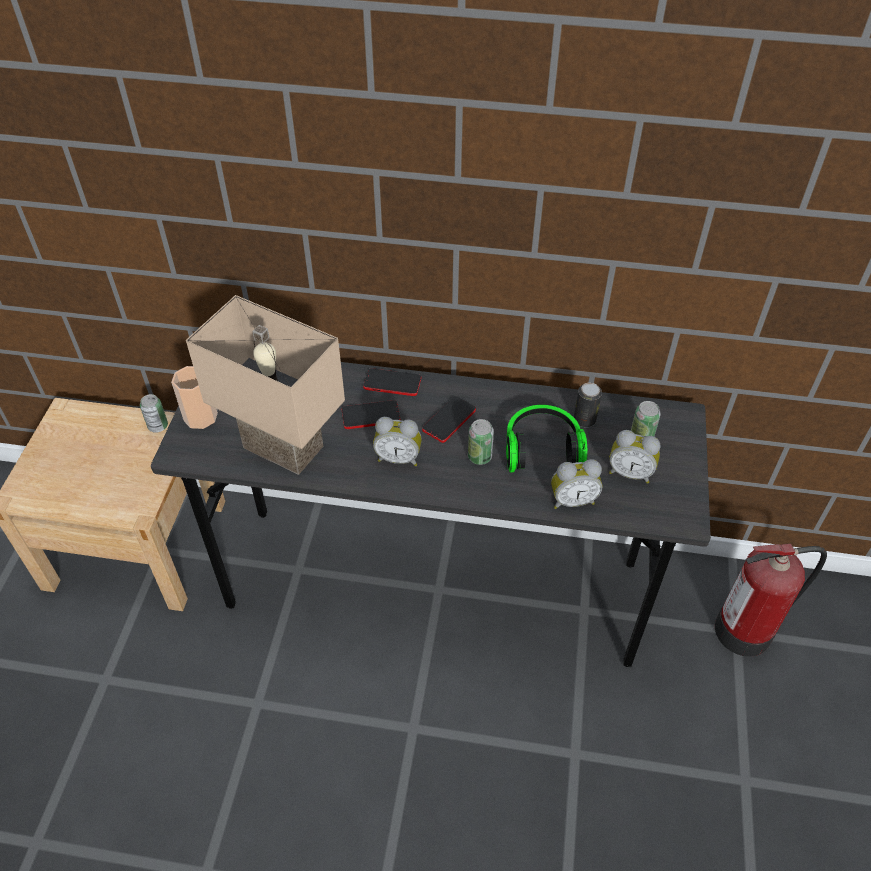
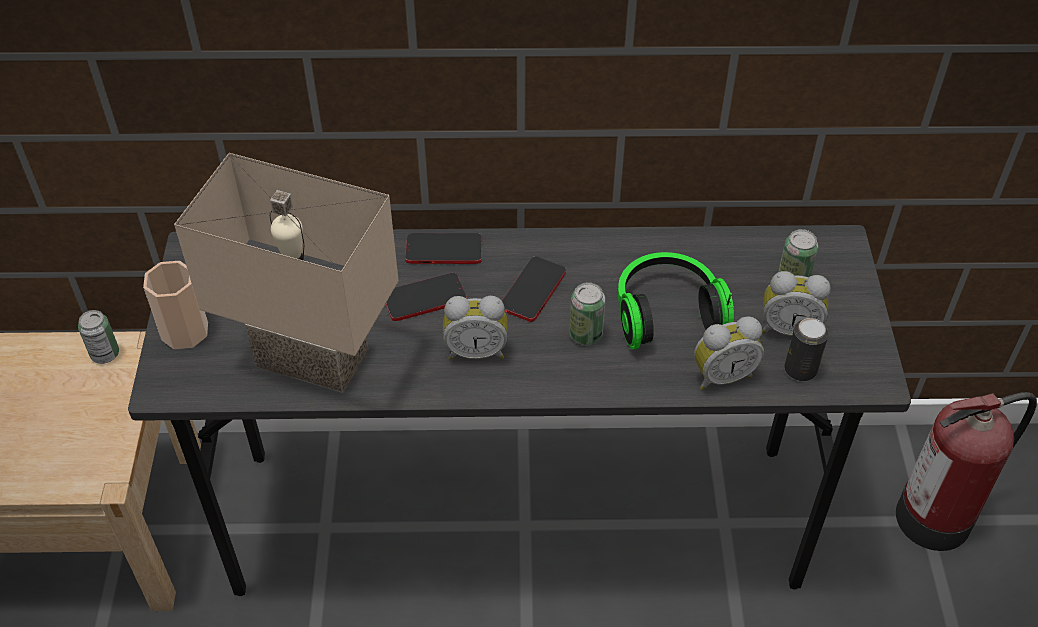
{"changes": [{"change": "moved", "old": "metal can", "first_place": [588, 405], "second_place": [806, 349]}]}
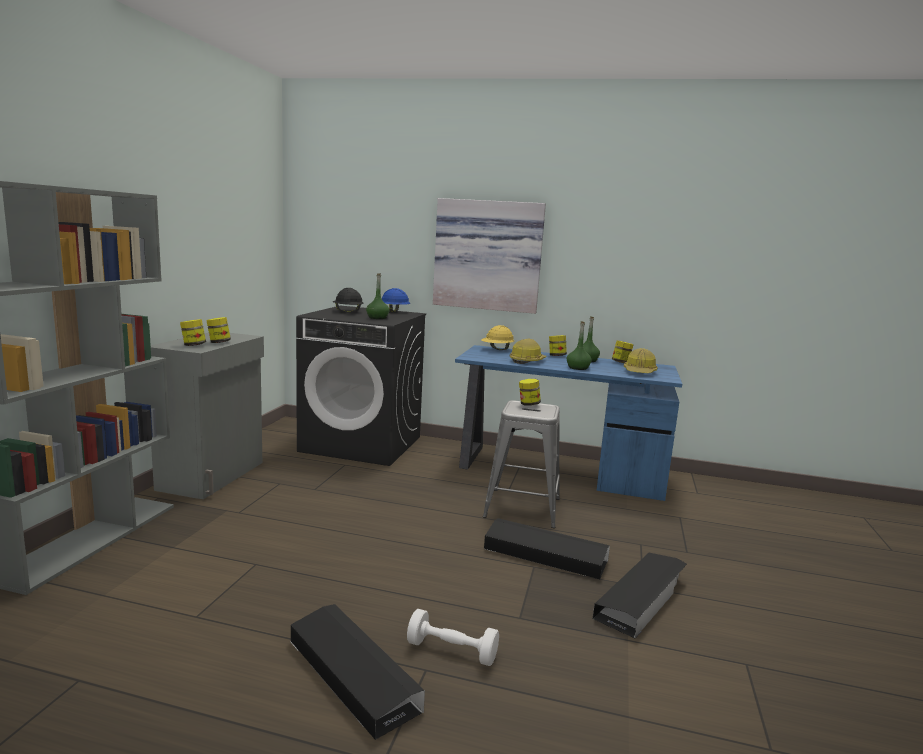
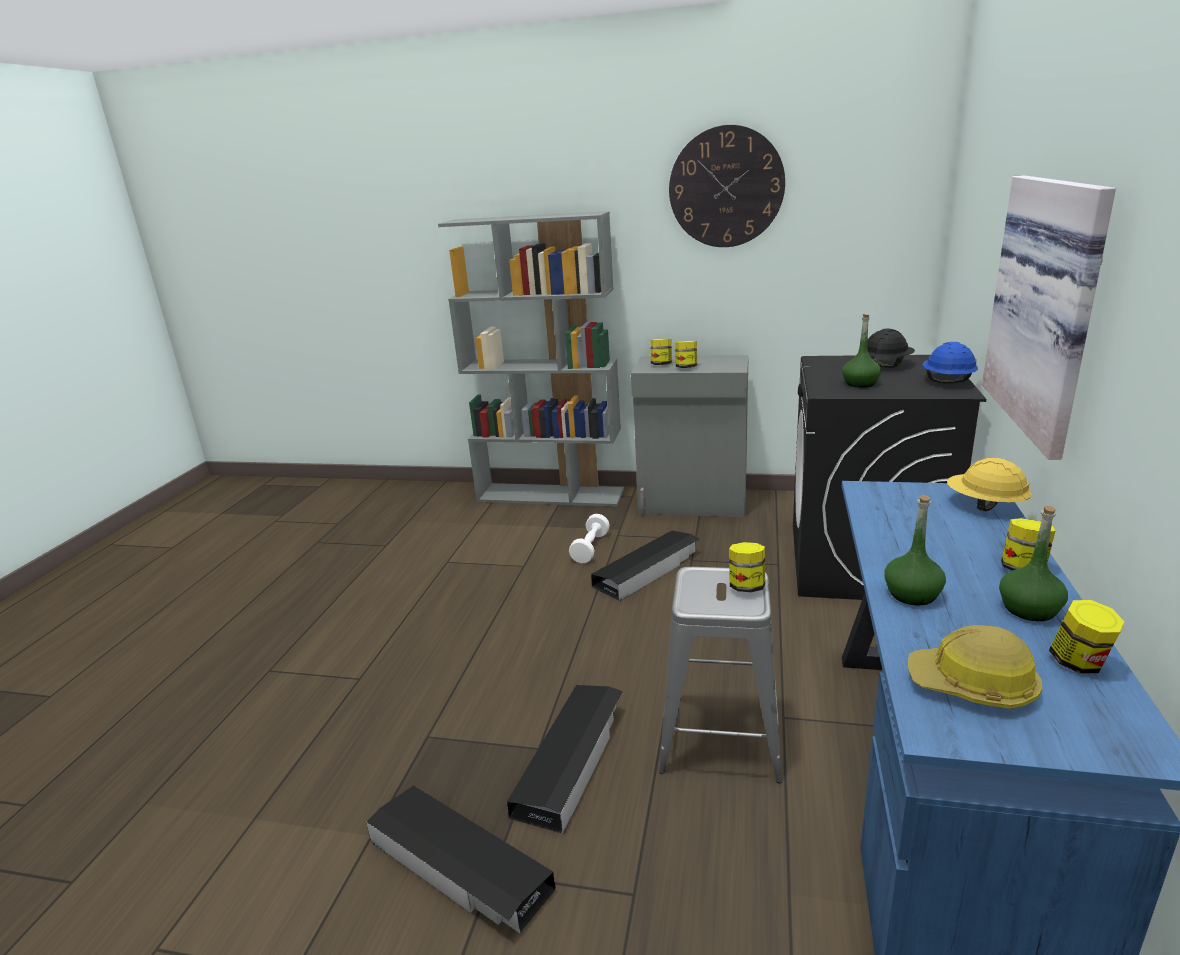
{"changes": [{"change": "removed", "old": "work helmet", "first_place": [528, 351]}, {"change": "moved", "old": "black-coloured storage container", "first_place": [357, 672], "second_place": [645, 565]}, {"change": "moved", "old": "white hand weight", "first_place": [453, 637], "second_place": [589, 538]}, {"change": "added", "new": "hanging clock", "second_place": [727, 186]}]}
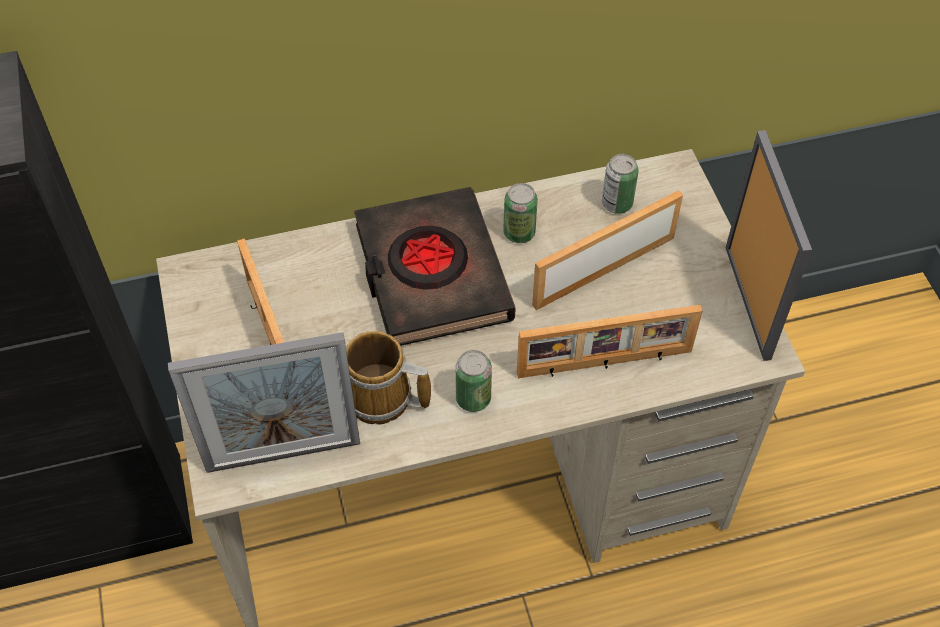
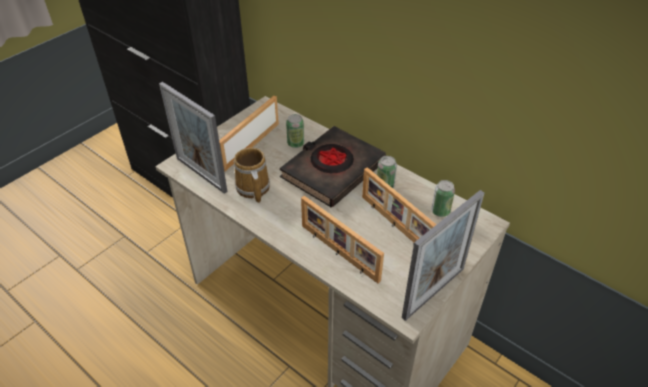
{"changes": [{"change": "turned", "old": "photo frame", "first_place": [607, 250], "second_place": [399, 206], "degrees": -150}, {"change": "moved", "old": "metal can", "first_place": [473, 381], "second_place": [295, 131]}]}
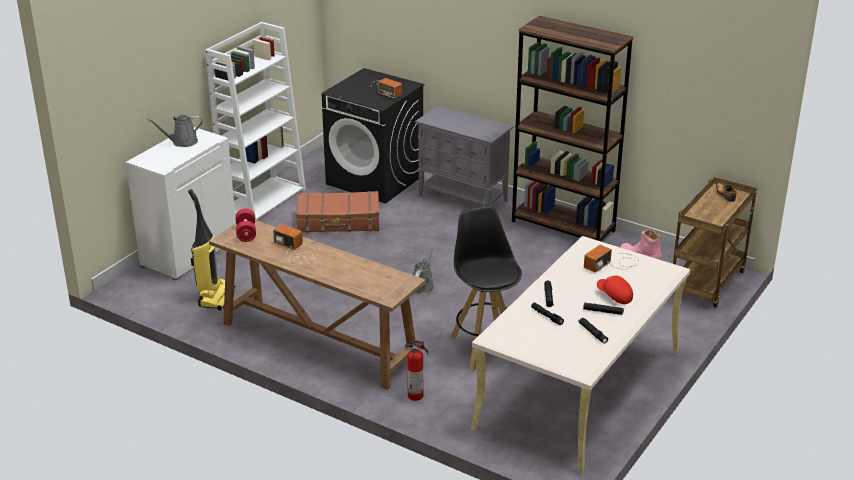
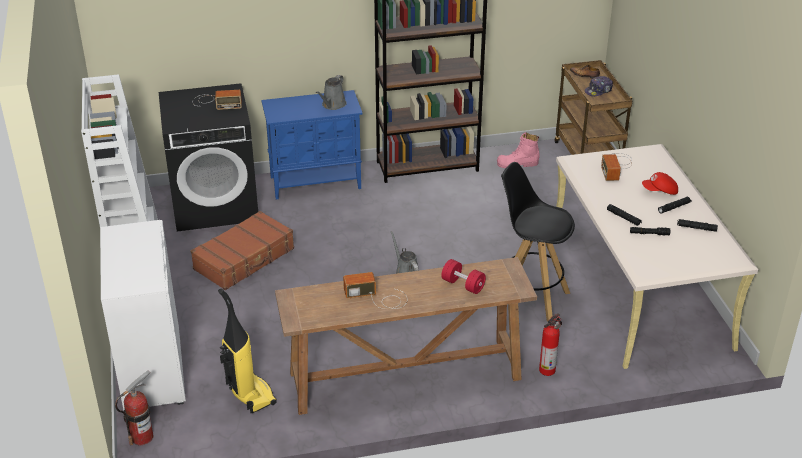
{"changes": [{"change": "recoloured", "old": "grey cupboard", "new": "blue-coloured cupboard", "first_place": [464, 155], "second_place": [312, 144]}, {"change": "moved", "old": "grey watering can", "first_place": [174, 131], "second_place": [331, 92]}, {"change": "moved", "old": "red-coloured hand weight", "first_place": [246, 225], "second_place": [463, 276]}, {"change": "added", "new": "cap", "second_place": [599, 86]}, {"change": "added", "new": "fire extinguisher", "second_place": [134, 407]}]}
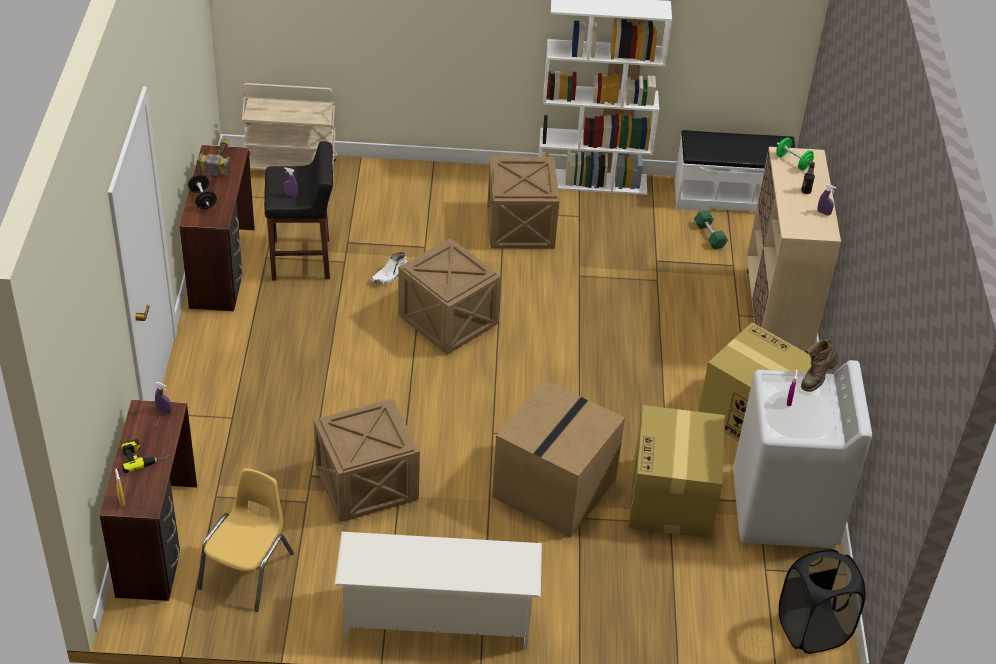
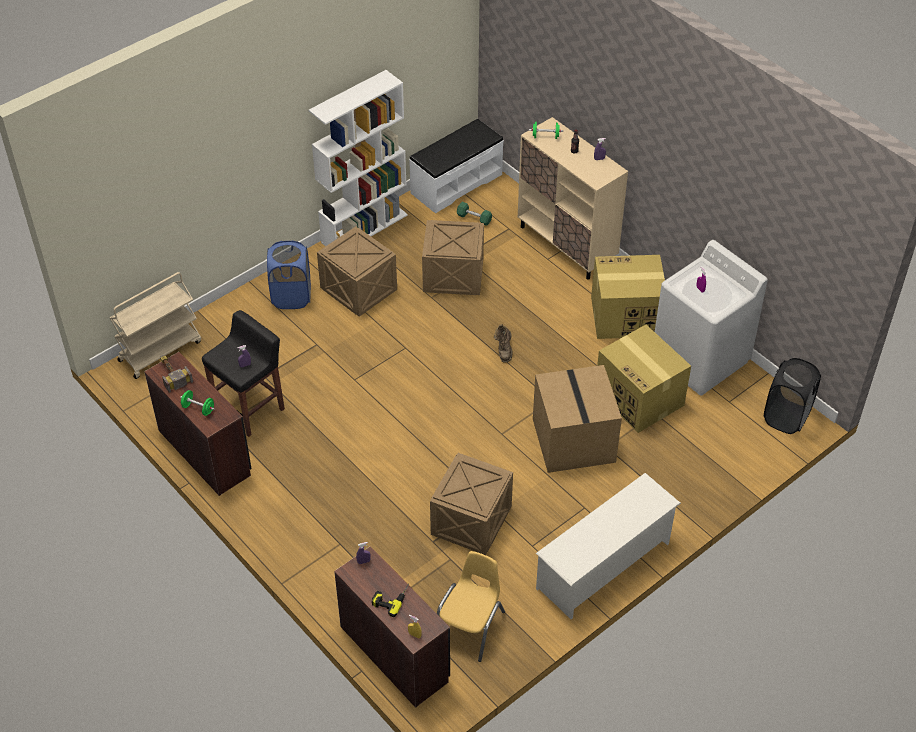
{"changes": [{"change": "recoloured", "old": "black-coloured hand weight", "new": "green hand weight", "first_place": [202, 191], "second_place": [197, 403]}, {"change": "moved", "old": "shipping crate", "first_place": [449, 296], "second_place": [453, 257]}, {"change": "removed", "old": "white boot", "first_place": [389, 268]}, {"change": "moved", "old": "brown boot", "first_place": [820, 365], "second_place": [503, 343]}, {"change": "turned", "old": "yellow upright chair", "first_place": [246, 540], "second_place": [471, 606], "degrees": 45}, {"change": "added", "new": "blue-coloured hamper", "second_place": [289, 274]}]}
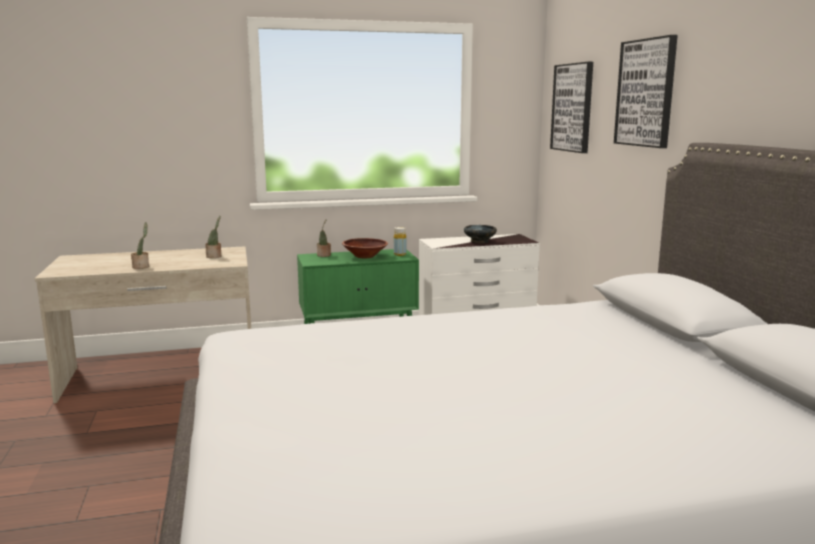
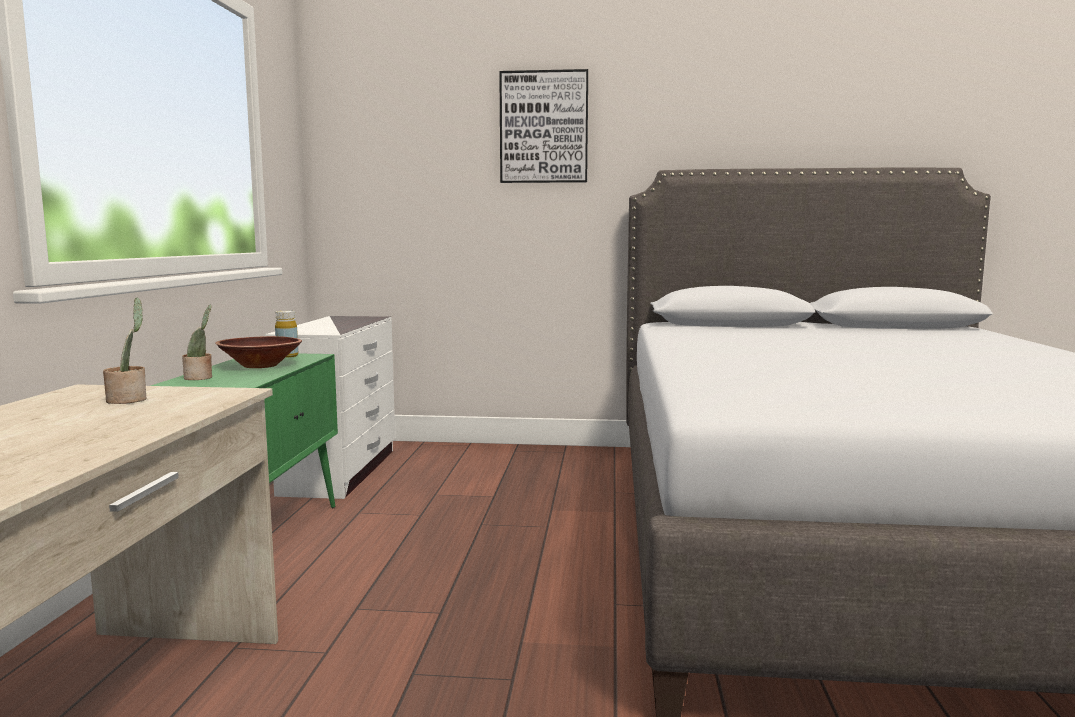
{"changes": [{"change": "removed", "old": "wall art", "first_place": [571, 107]}, {"change": "removed", "old": "houseplant", "first_place": [140, 245]}, {"change": "removed", "old": "black-coloured bowl", "first_place": [480, 234]}]}
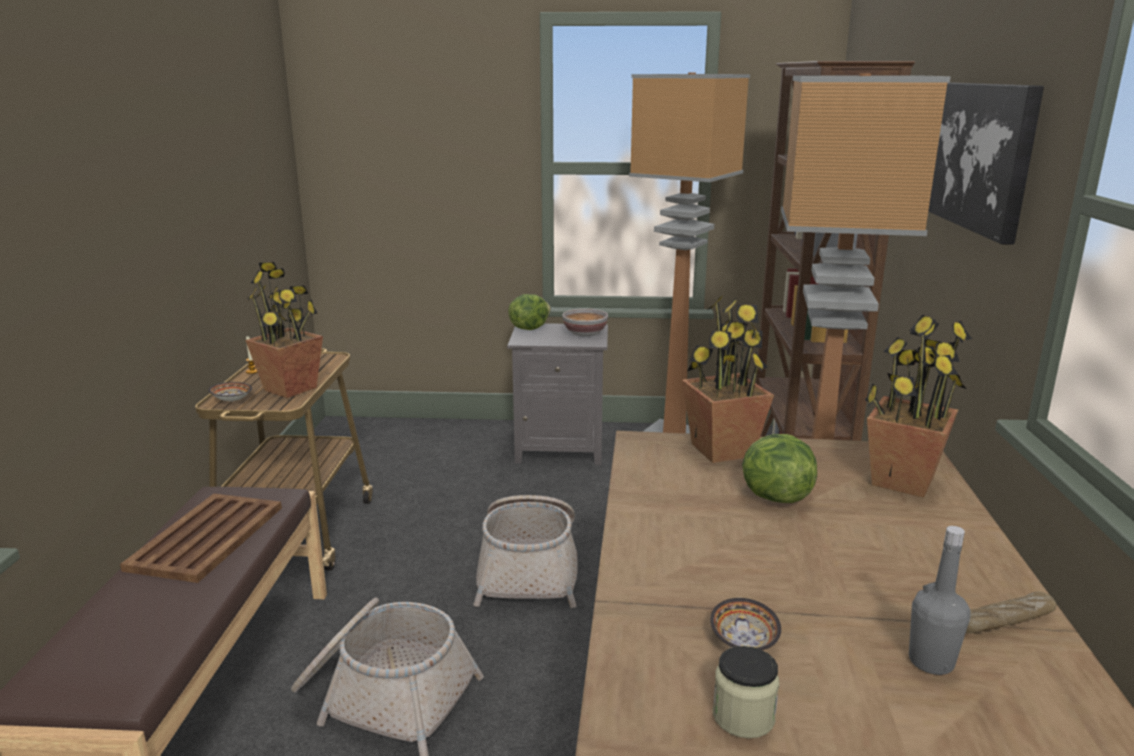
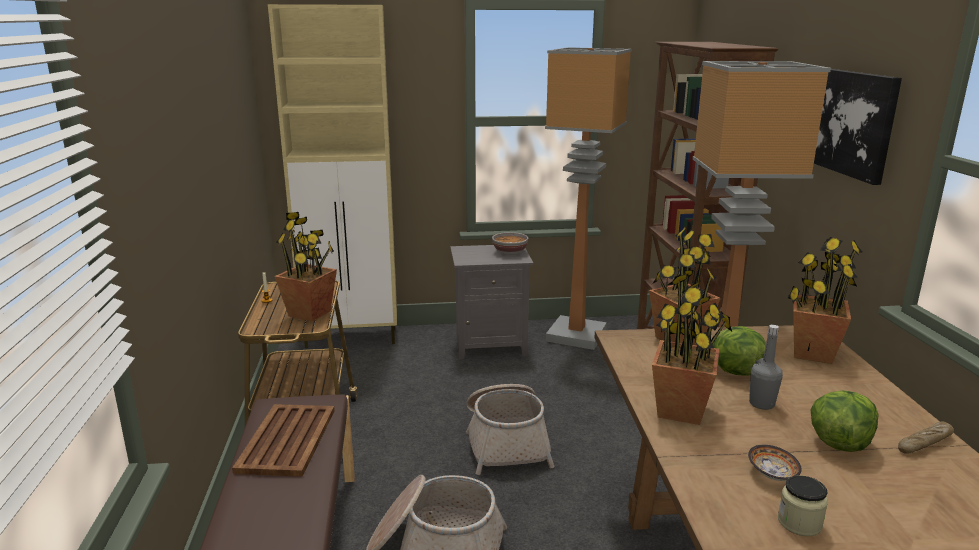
{"changes": [{"change": "moved", "old": "head of lettuce", "first_place": [529, 312], "second_place": [844, 421]}, {"change": "removed", "old": "bowl", "first_place": [230, 392]}, {"change": "moved", "old": "grey beverage bottle", "first_place": [939, 600], "second_place": [766, 367]}, {"change": "added", "new": "beige-coloured cupboard", "second_place": [332, 176]}, {"change": "added", "new": "houseplant", "second_place": [692, 349]}]}
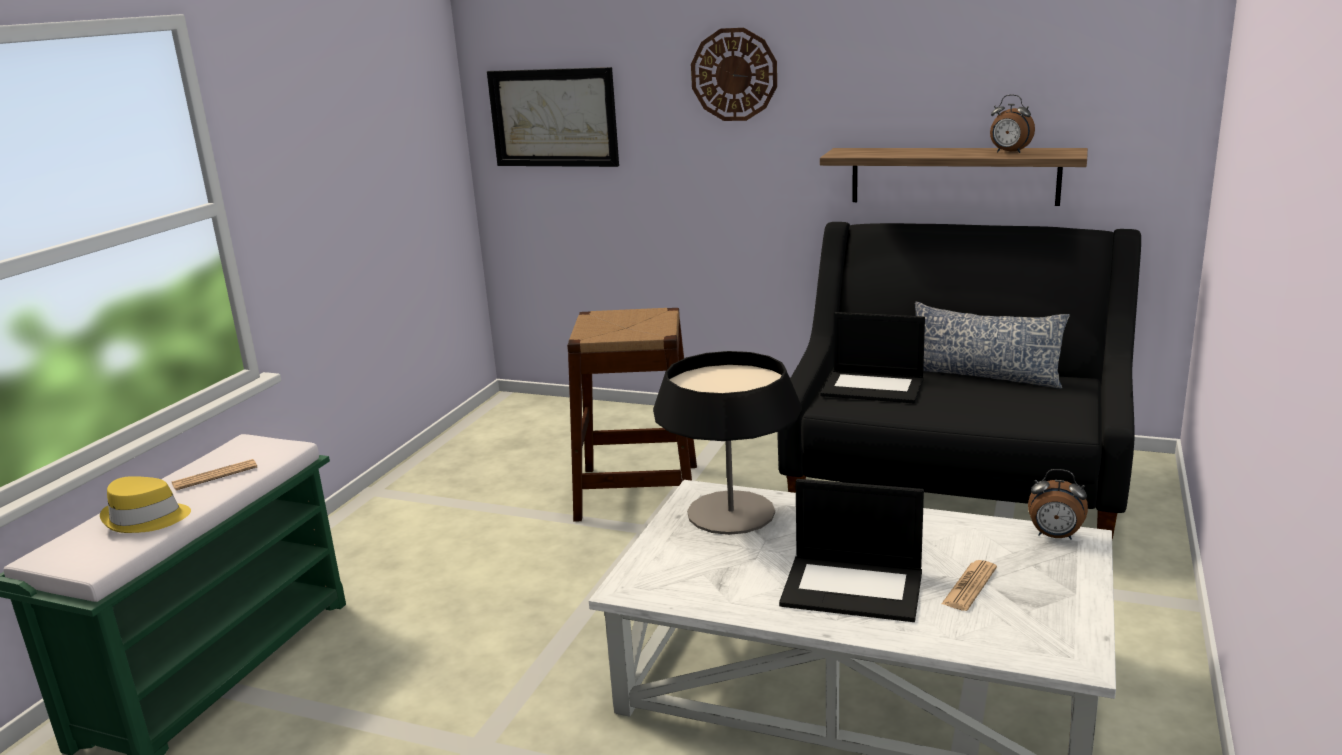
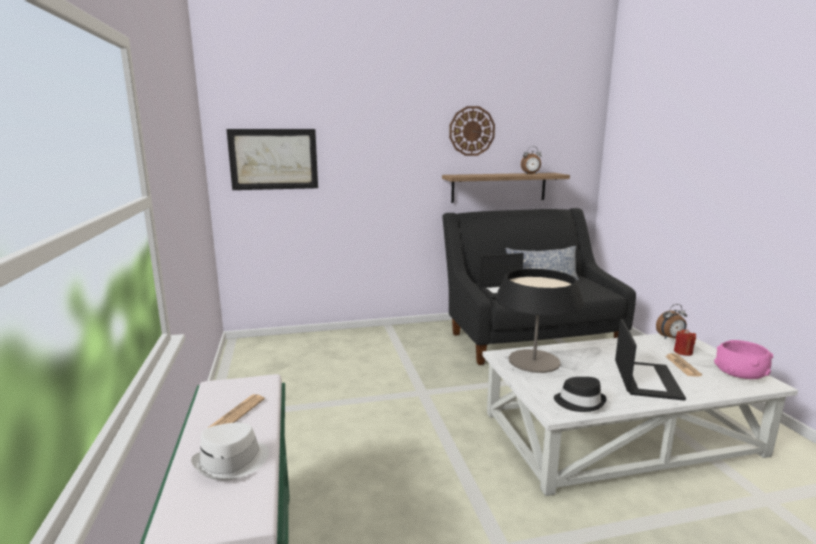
{"changes": [{"change": "moved", "old": "hanging clock", "first_place": [734, 74], "second_place": [472, 131]}, {"change": "removed", "old": "brown sitting stool", "first_place": [632, 415]}, {"change": "recoloured", "old": "yellow wearable hat", "new": "white wearable hat", "first_place": [145, 504], "second_place": [230, 451]}, {"change": "turned", "old": "portable computer", "first_place": [851, 550], "second_place": [650, 360], "degrees": -60}, {"change": "added", "new": "red-coloured wax light", "second_place": [685, 342]}, {"change": "added", "new": "pink bowl", "second_place": [743, 359]}, {"change": "added", "new": "black-coloured wearable hat", "second_place": [580, 394]}]}
